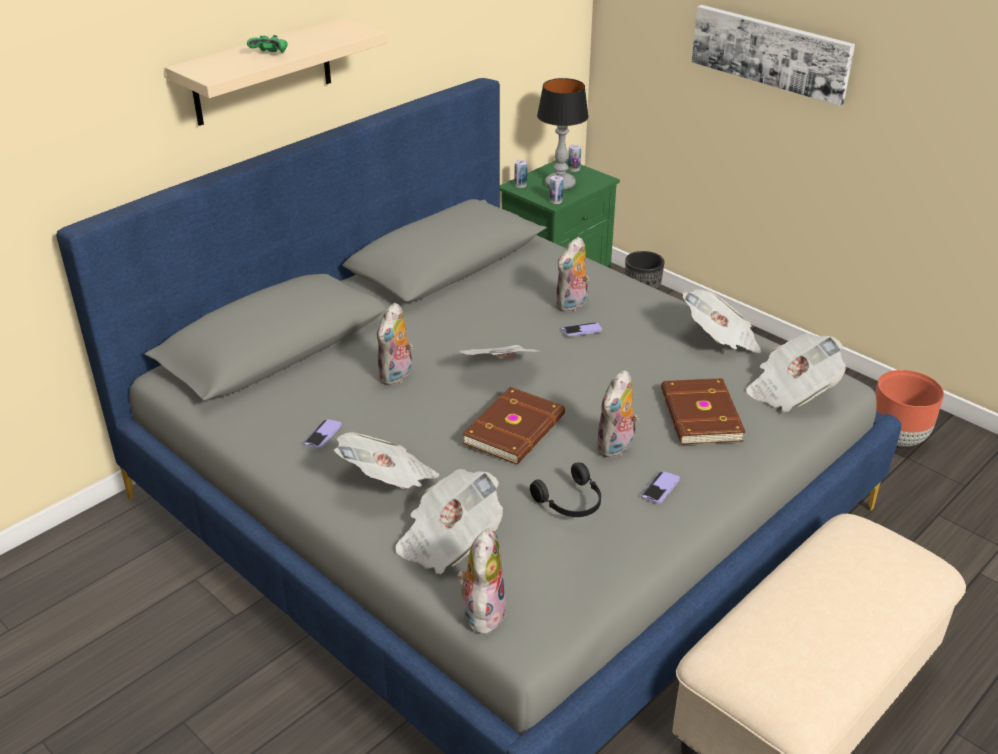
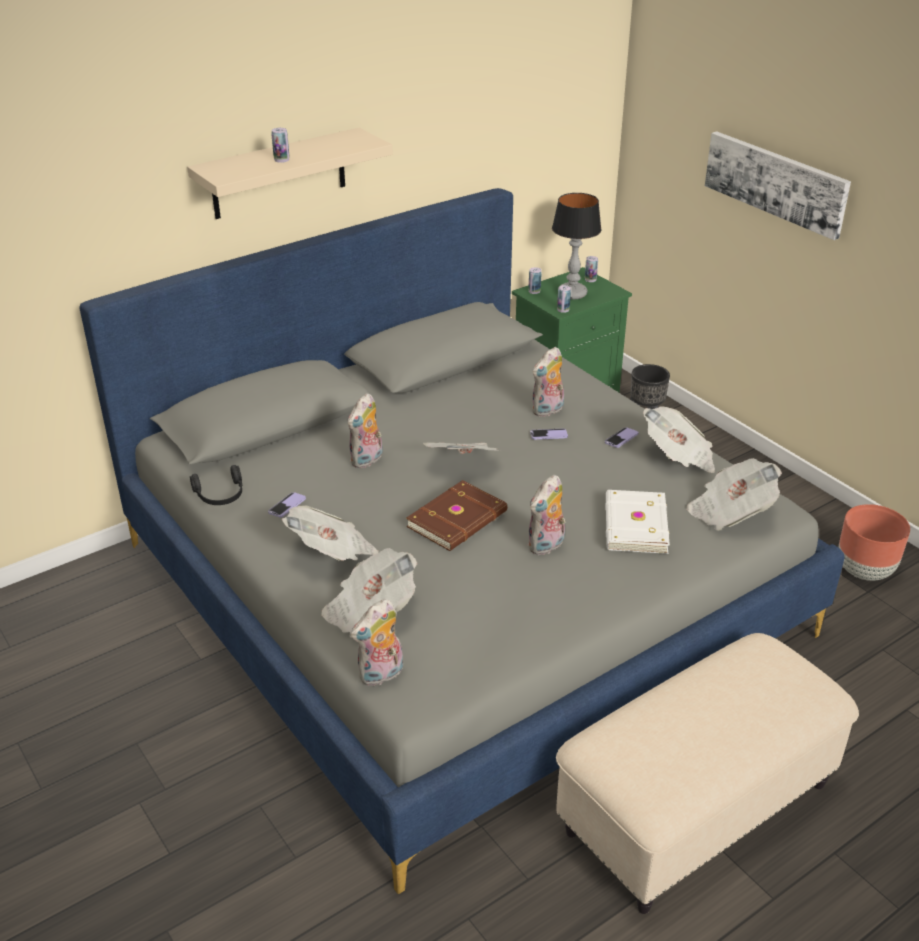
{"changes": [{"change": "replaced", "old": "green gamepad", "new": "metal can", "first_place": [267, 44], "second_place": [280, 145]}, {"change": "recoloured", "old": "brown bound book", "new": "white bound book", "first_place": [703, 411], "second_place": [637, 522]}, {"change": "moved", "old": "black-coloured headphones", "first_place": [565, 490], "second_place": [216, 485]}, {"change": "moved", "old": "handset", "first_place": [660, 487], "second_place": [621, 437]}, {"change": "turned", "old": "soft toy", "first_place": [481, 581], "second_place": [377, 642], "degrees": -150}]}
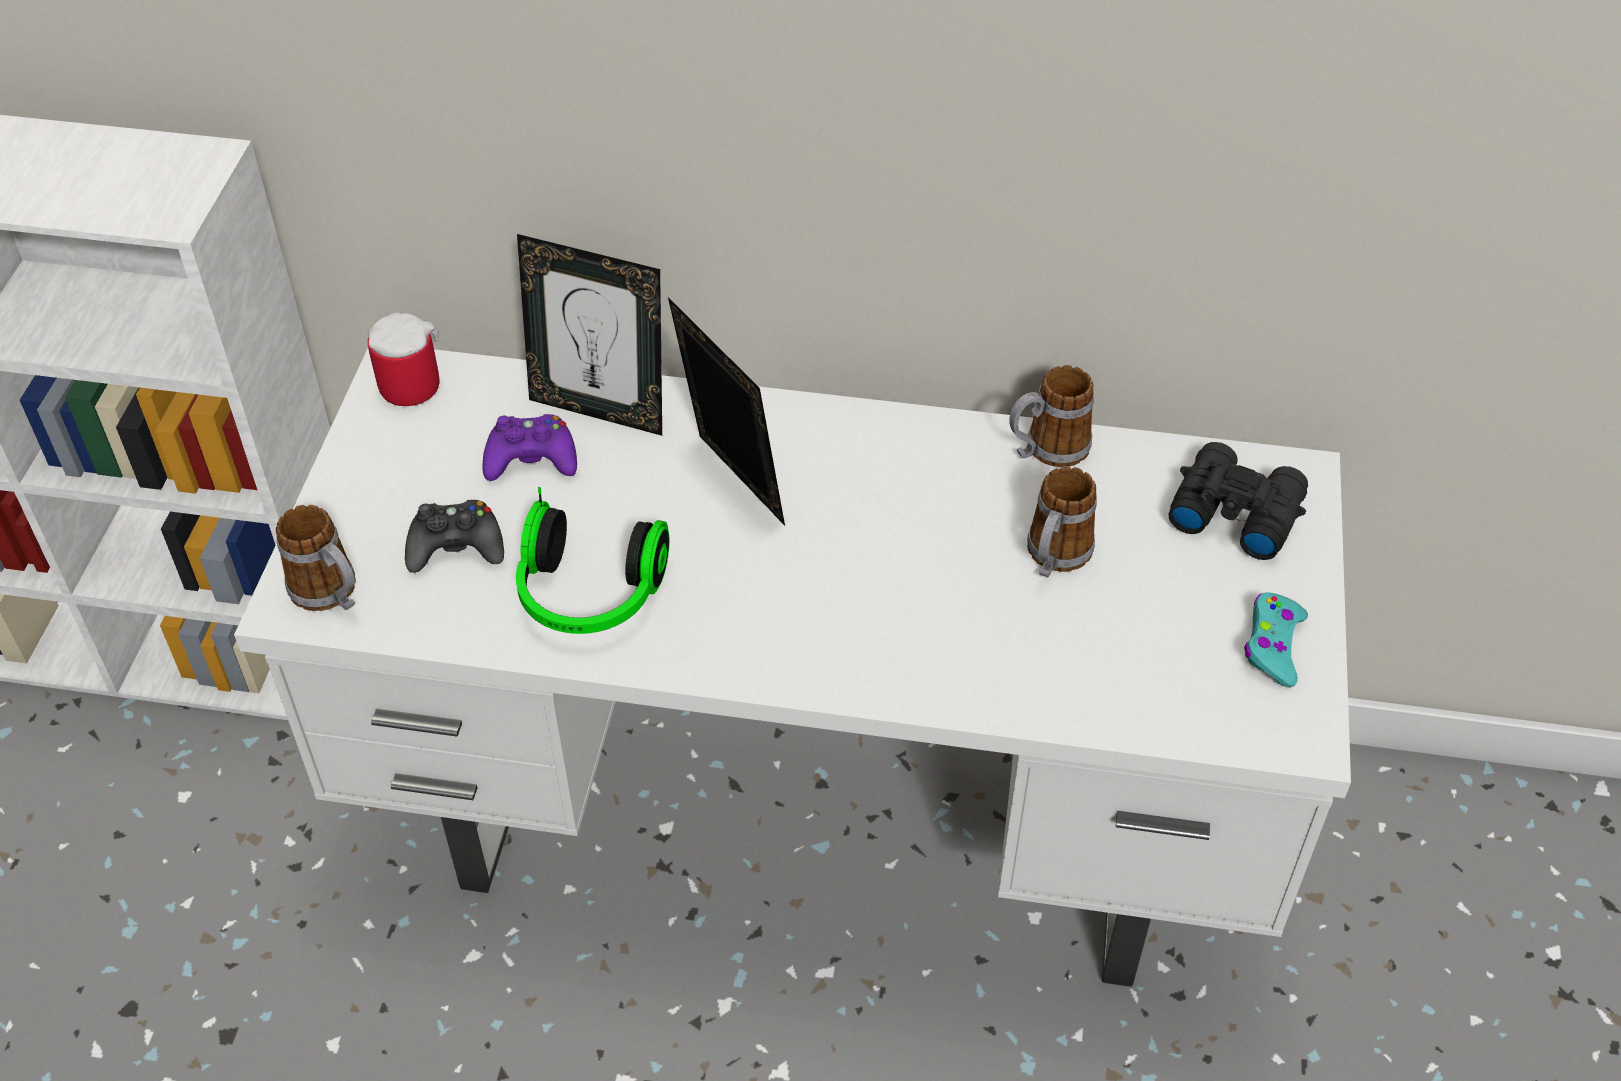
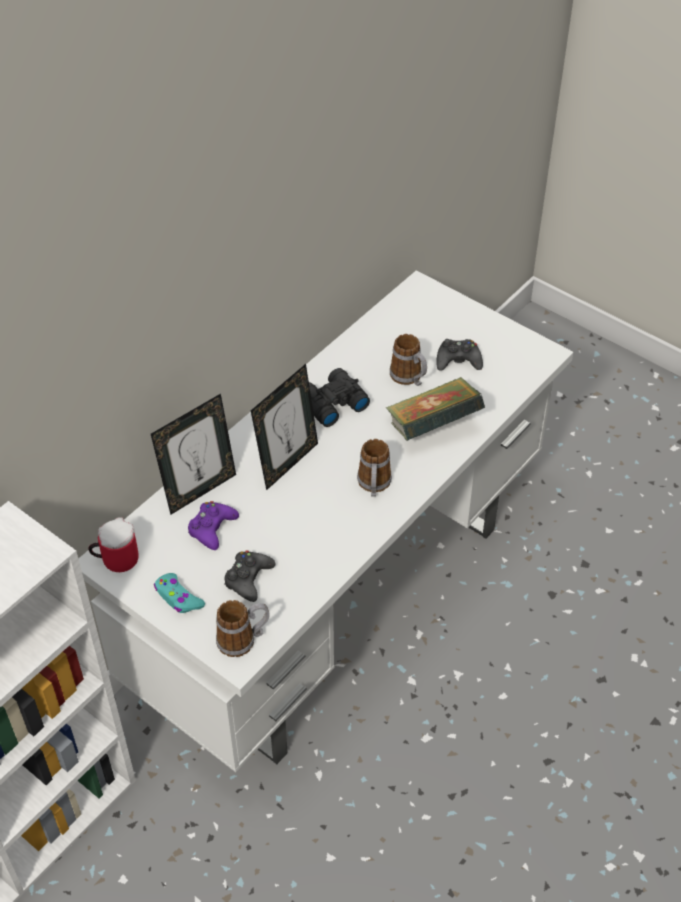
{"changes": [{"change": "turned", "old": "photo frame", "first_place": [726, 411], "second_place": [284, 427], "degrees": 135}, {"change": "moved", "old": "coffee mug", "first_place": [1051, 416], "second_place": [374, 468]}, {"change": "moved", "old": "black-coloured field glasses", "first_place": [1238, 501], "second_place": [339, 397]}, {"change": "removed", "old": "headphones", "first_place": [592, 560]}, {"change": "moved", "old": "turquoise gamepad", "first_place": [1276, 640], "second_place": [179, 593]}, {"change": "added", "new": "black-coloured gamepad", "second_place": [460, 355]}, {"change": "added", "new": "bound book", "second_place": [435, 409]}]}
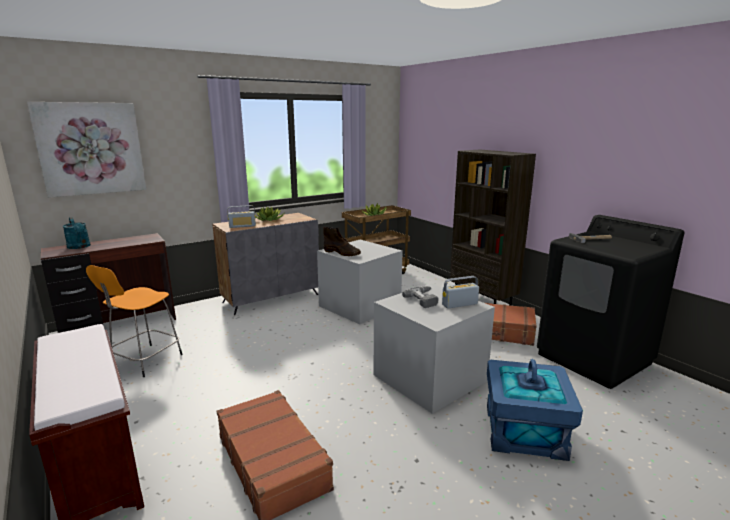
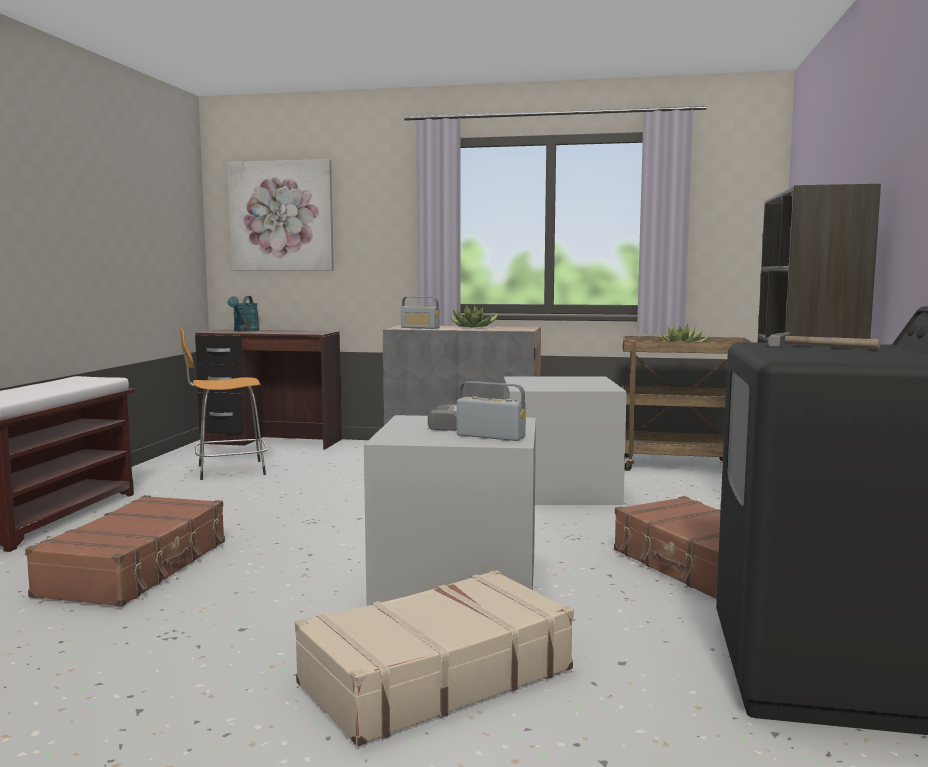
{"changes": [{"change": "removed", "old": "brown boot", "first_place": [342, 241]}, {"change": "replaced", "old": "blue-coloured storage container", "new": "beige-coloured suitcase", "first_place": [535, 410], "second_place": [434, 658]}]}
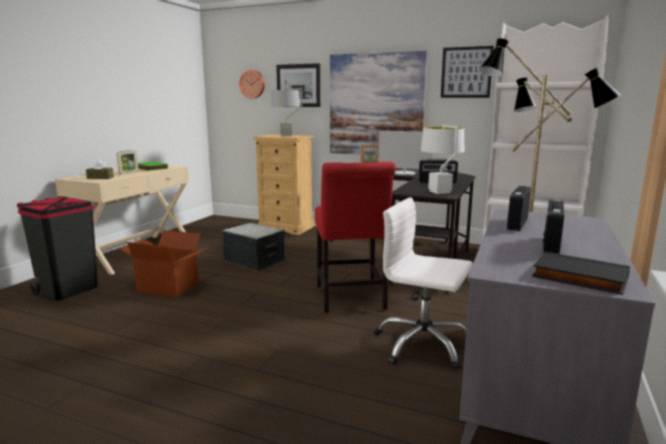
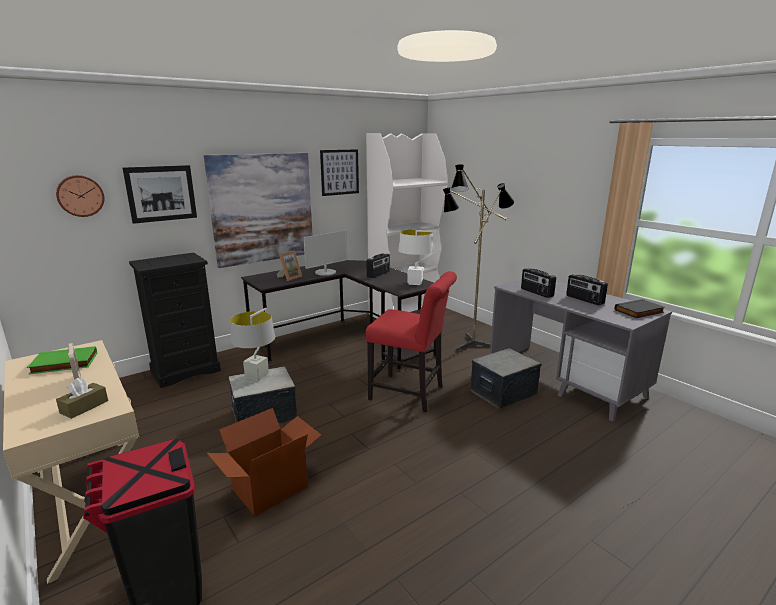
{"changes": [{"change": "moved", "old": "grey tabletop lamp", "first_place": [286, 112], "second_place": [252, 344]}, {"change": "recoloured", "old": "beige-coloured dresser", "new": "black-coloured dresser", "first_place": [283, 184], "second_place": [175, 320]}, {"change": "replaced", "old": "white computer chair", "new": "storage container", "first_place": [423, 284], "second_place": [505, 379]}]}
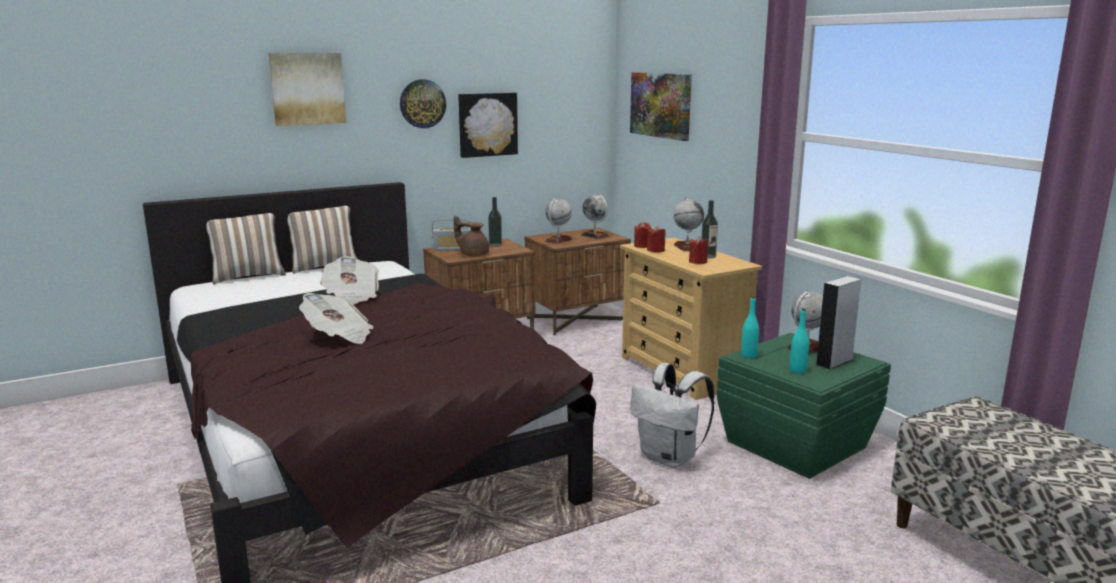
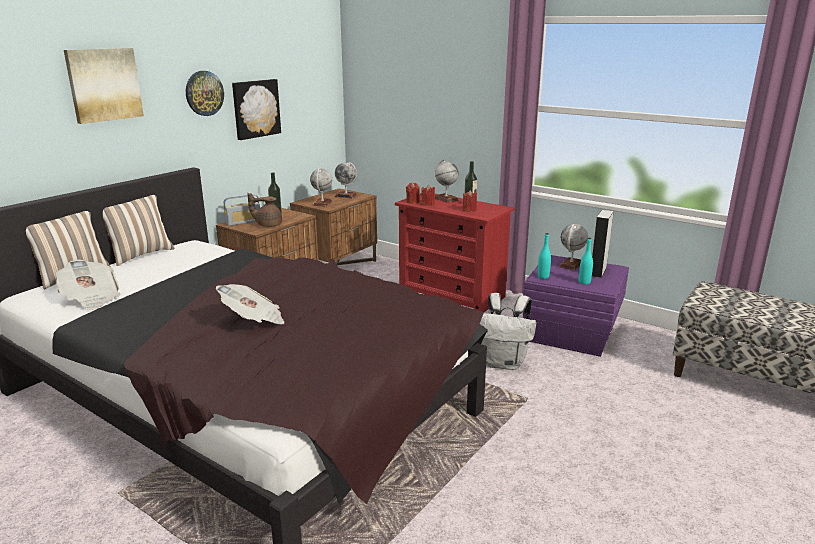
{"changes": [{"change": "removed", "old": "wall art", "first_place": [661, 106]}, {"change": "recoloured", "old": "beige-coloured dresser", "new": "red-coloured dresser", "first_place": [691, 319], "second_place": [455, 252]}, {"change": "moved", "old": "printed paper", "first_place": [349, 280], "second_place": [88, 285]}, {"change": "recoloured", "old": "green storage container", "new": "purple storage container", "first_place": [804, 406], "second_place": [576, 306]}]}
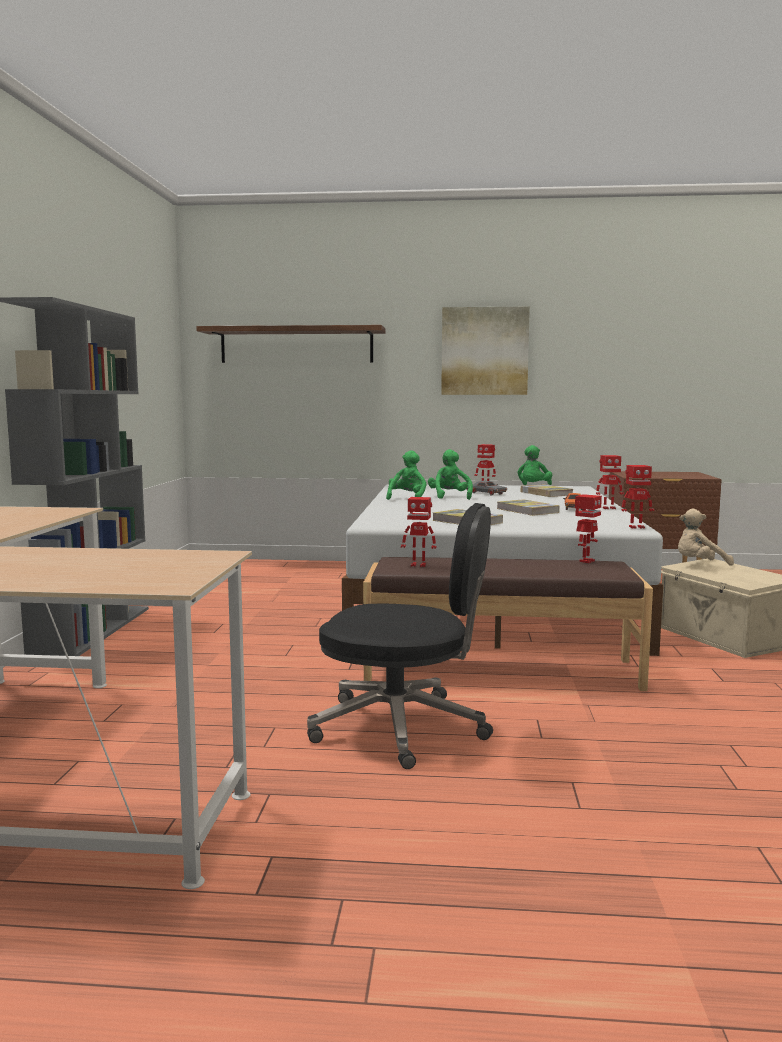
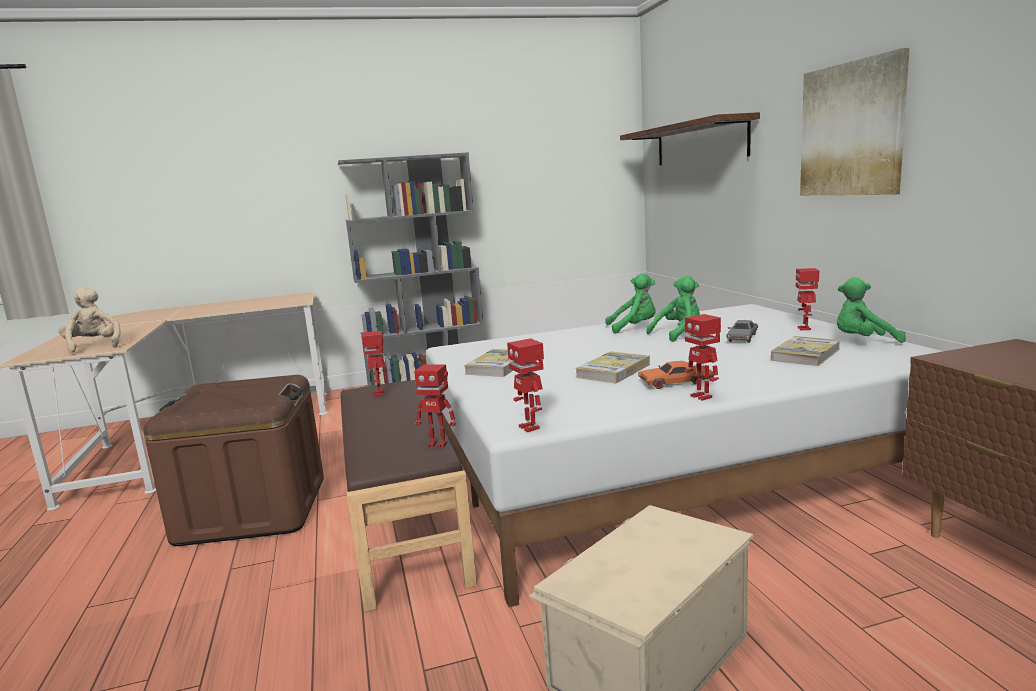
{"changes": [{"change": "replaced", "old": "black-coloured computer chair", "new": "brown storage container", "first_place": [400, 636], "second_place": [233, 460]}, {"change": "moved", "old": "beige-coloured soft toy", "first_place": [706, 537], "second_place": [90, 320]}]}
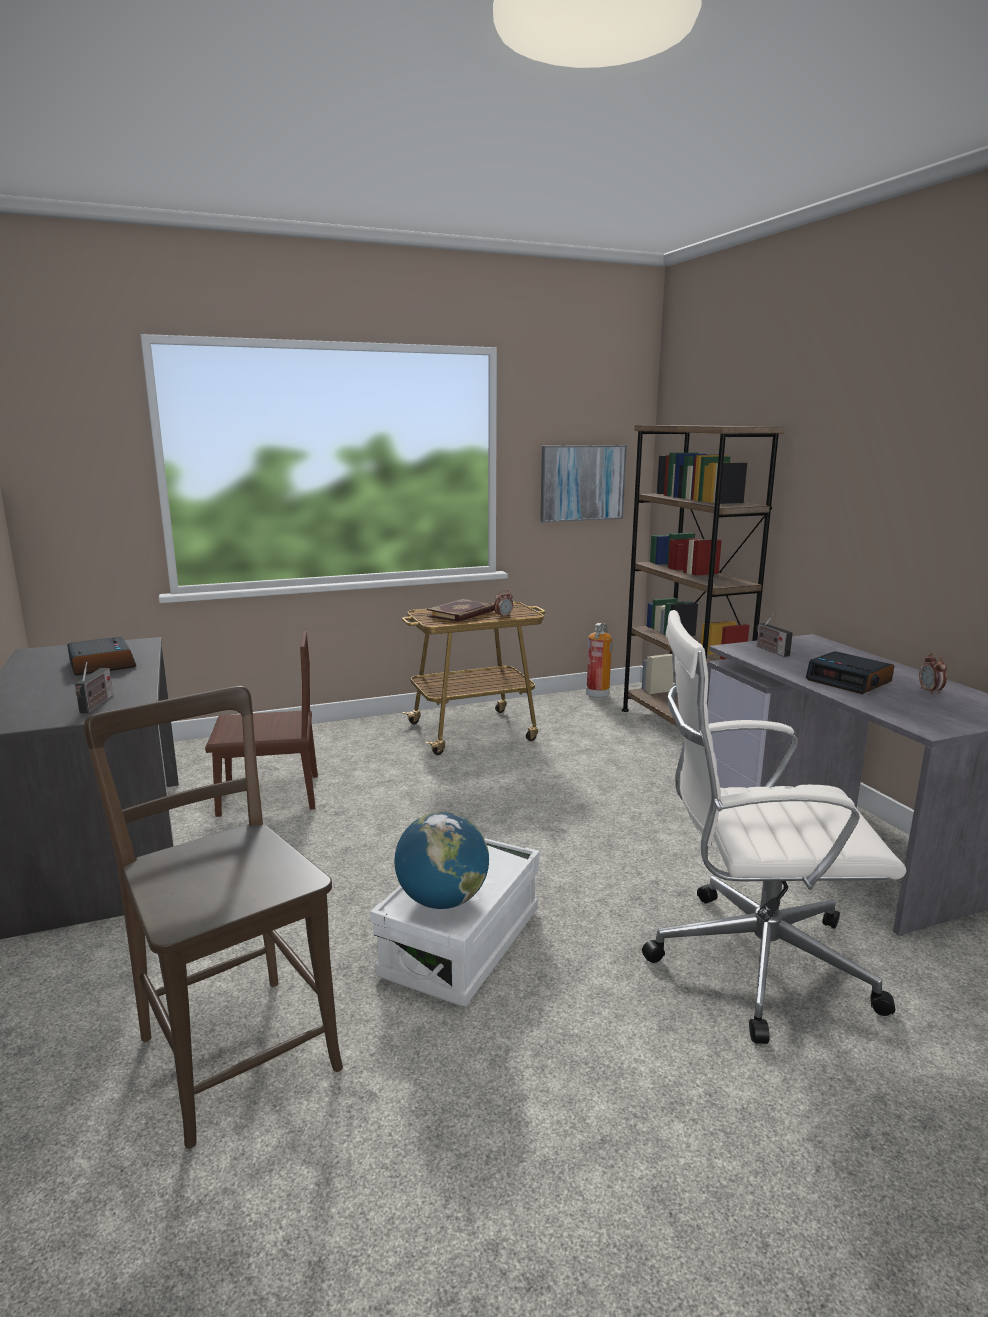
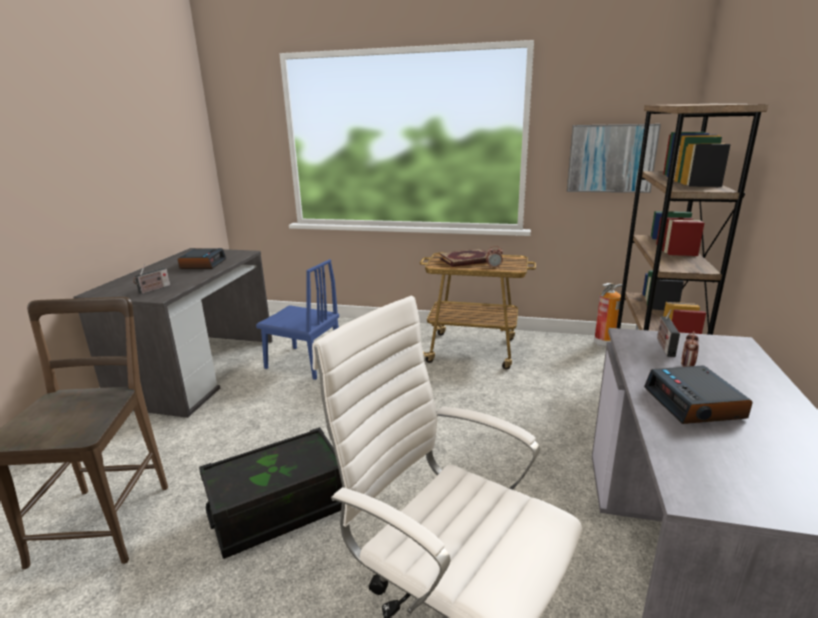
{"changes": [{"change": "recoloured", "old": "brown upright chair", "new": "blue-coloured upright chair", "first_place": [261, 724], "second_place": [297, 319]}, {"change": "moved", "old": "table clock", "first_place": [933, 673], "second_place": [690, 349]}, {"change": "removed", "old": "desk globe", "first_place": [442, 860]}, {"change": "recoloured", "old": "white storage container", "new": "black-coloured storage container", "first_place": [455, 922], "second_place": [270, 493]}]}
